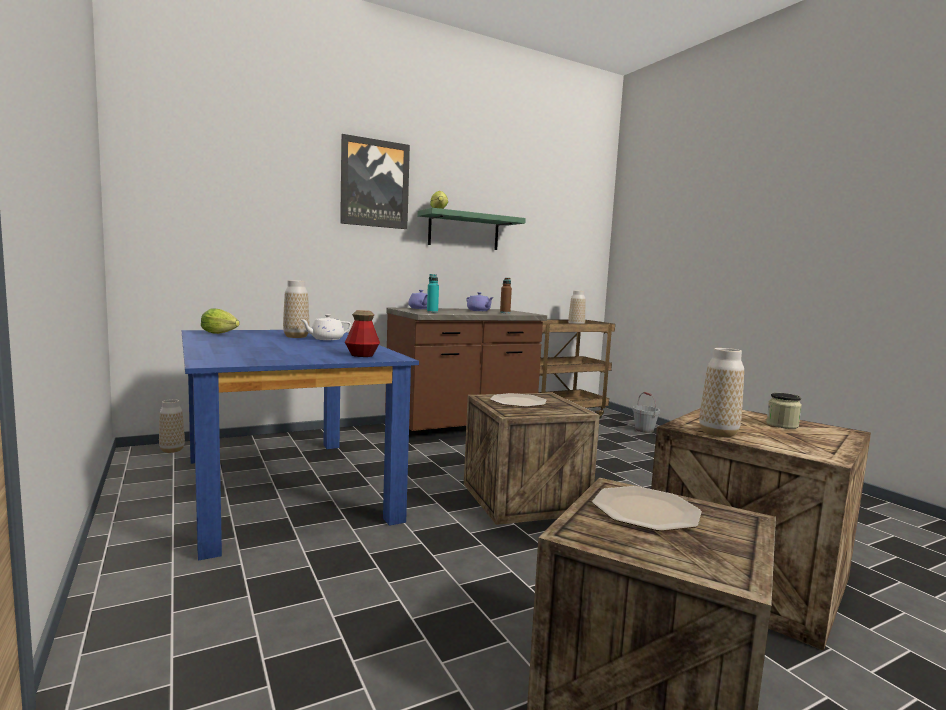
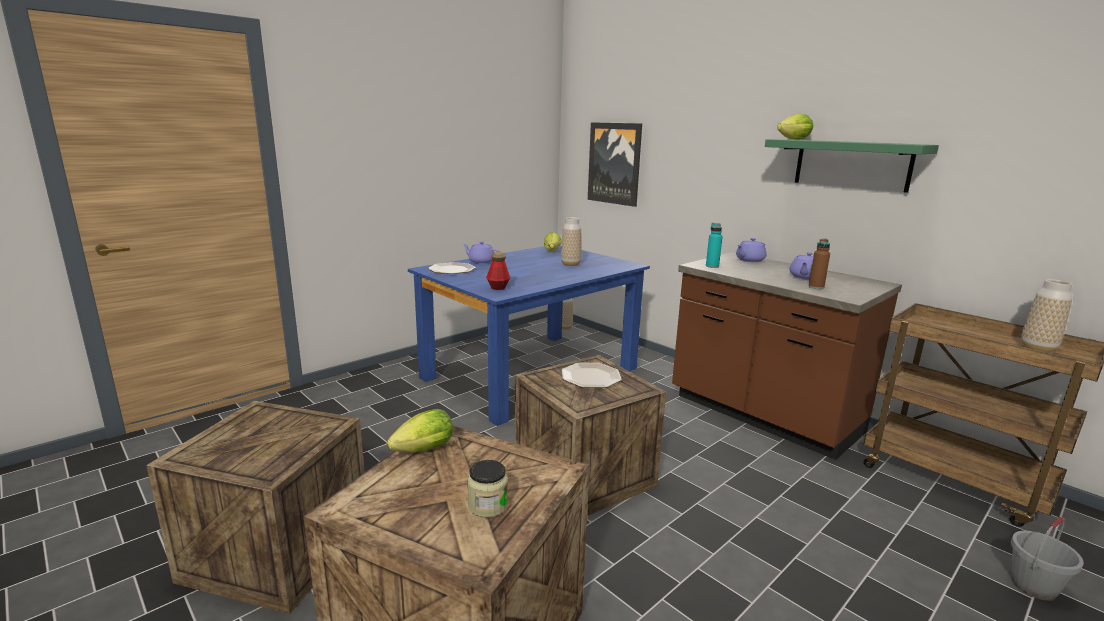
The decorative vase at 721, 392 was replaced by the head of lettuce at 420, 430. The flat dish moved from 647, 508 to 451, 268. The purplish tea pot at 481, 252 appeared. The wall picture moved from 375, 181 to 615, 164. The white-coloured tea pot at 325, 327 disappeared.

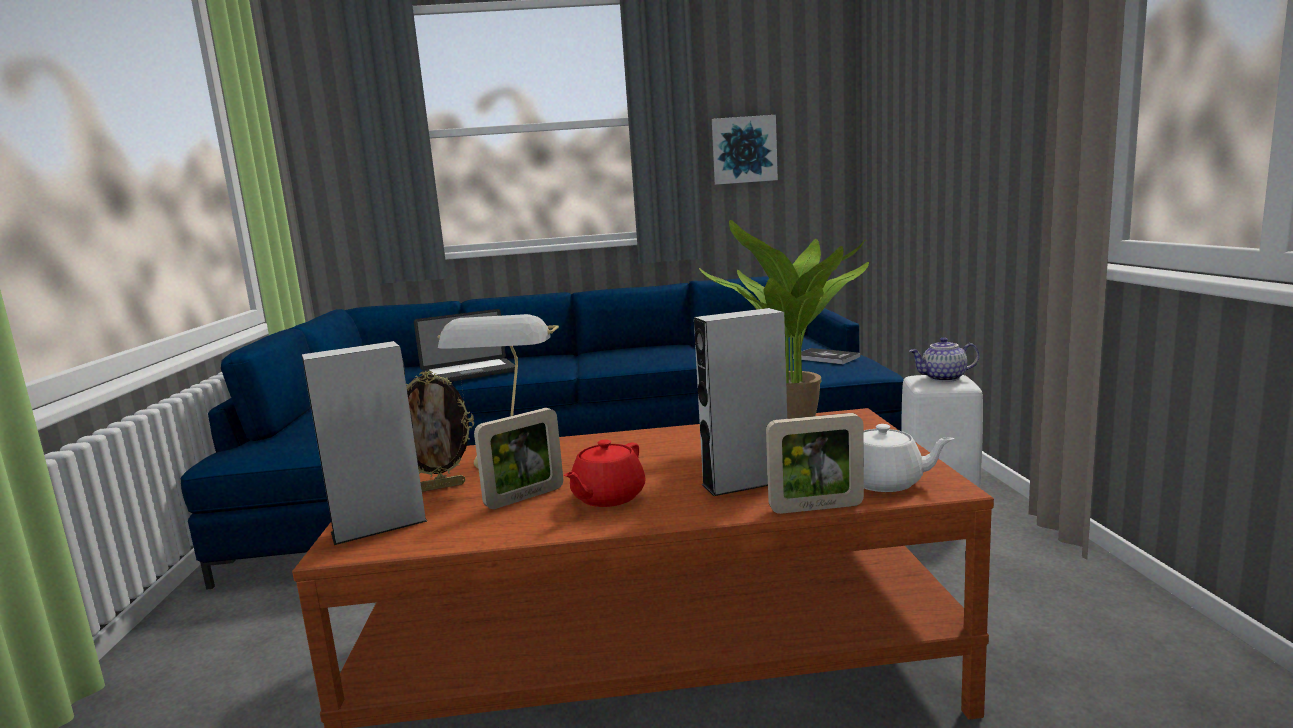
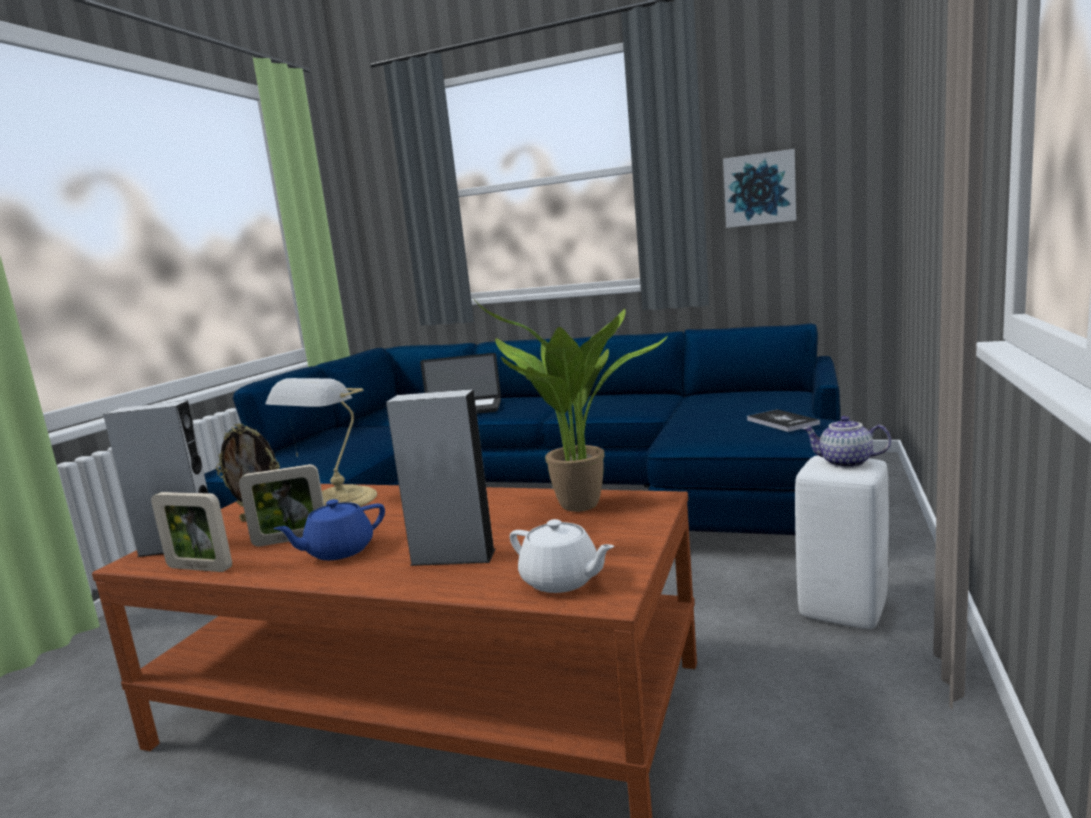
The picture frame moved from 815, 463 to 191, 532. The red tea pot at 605, 473 became the blue tea pot at 329, 529.

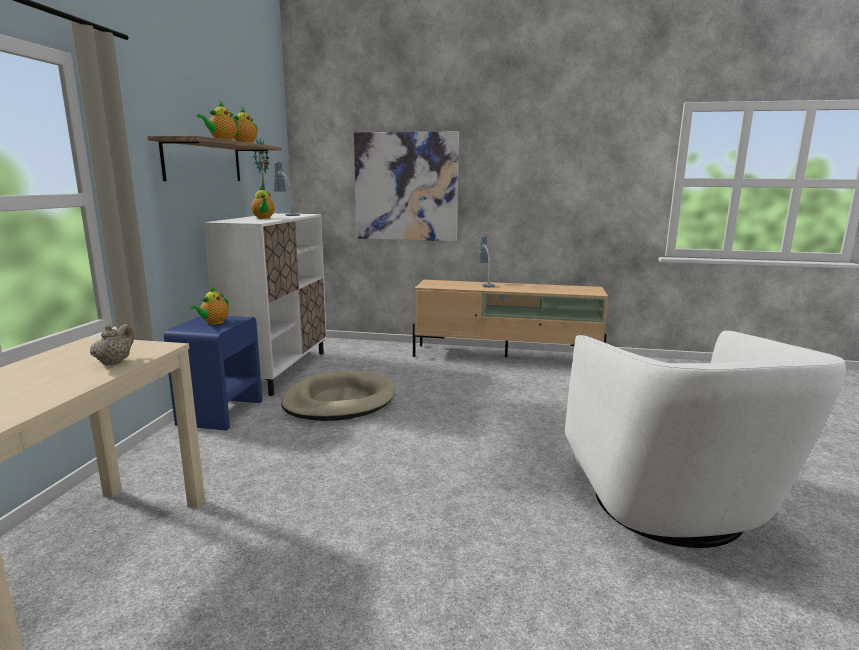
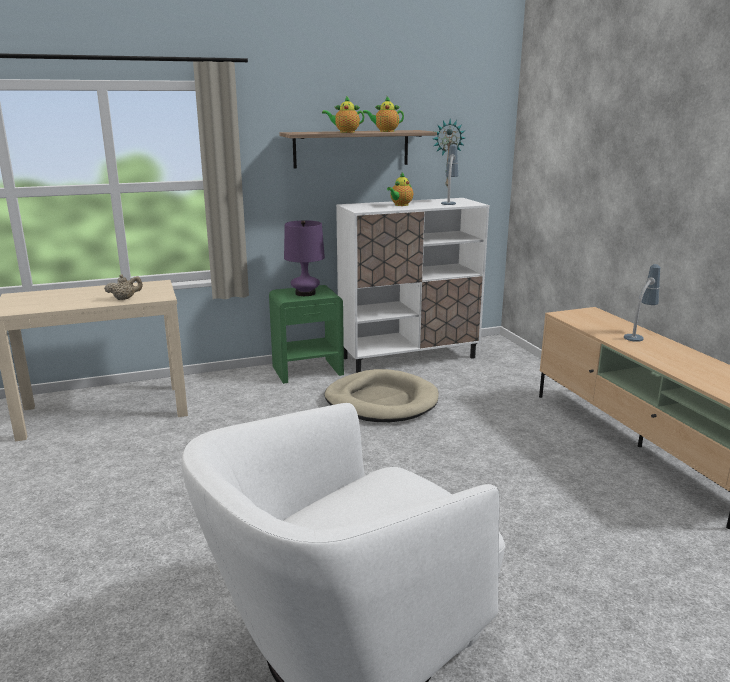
The blue nightstand at 213, 373 became the green-coloured nightstand at 306, 334. The tea pot at 209, 305 was replaced by the purplish tabletop lamp at 304, 258. The wall picture at 406, 186 disappeared.

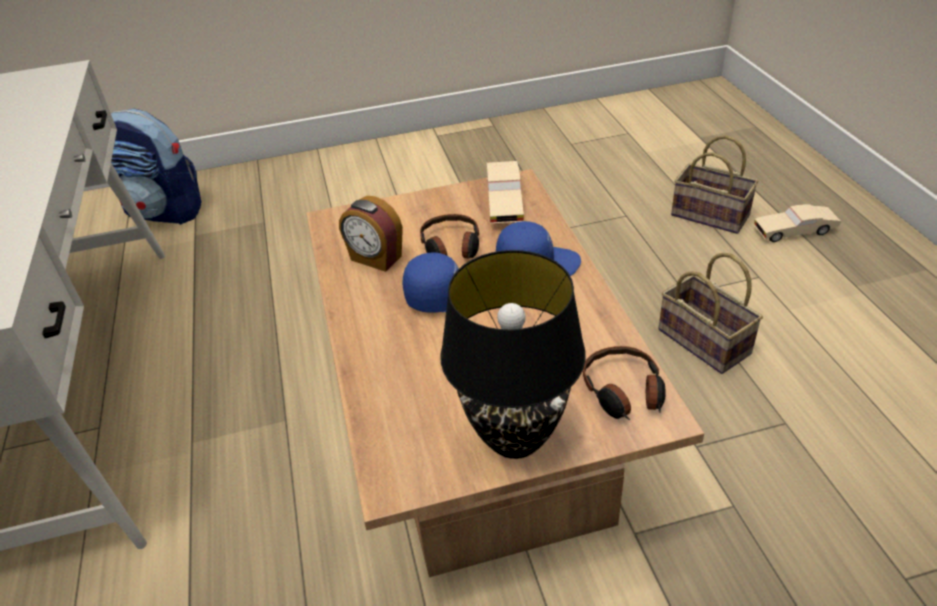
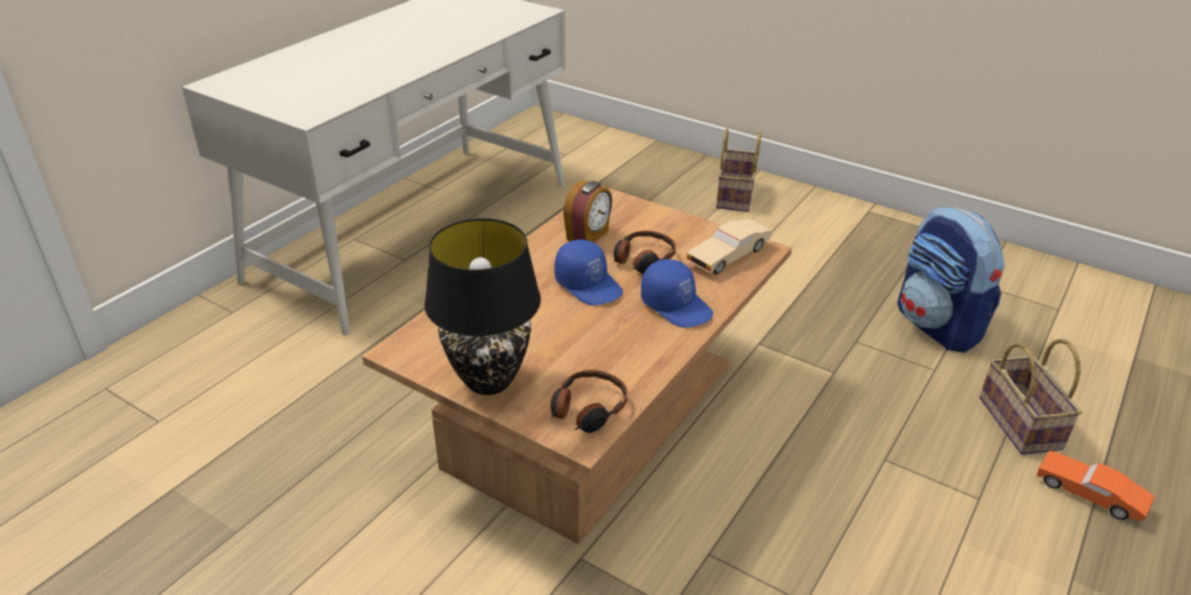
The table clock at 371, 234 turned 135 degrees counterclockwise. The basket moved from 710, 313 to 738, 170. The rucksack moved from 156, 167 to 951, 280. The sand-coloured miniature car at 797, 223 became the orange-coloured miniature car at 1095, 485.

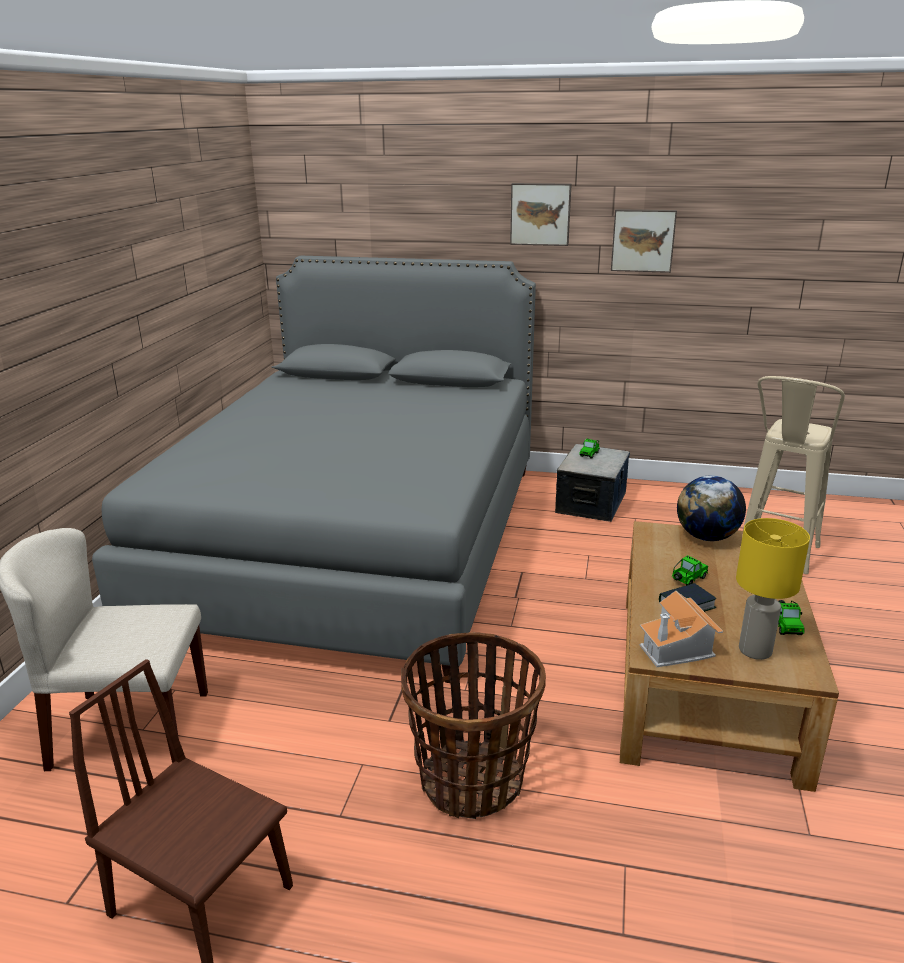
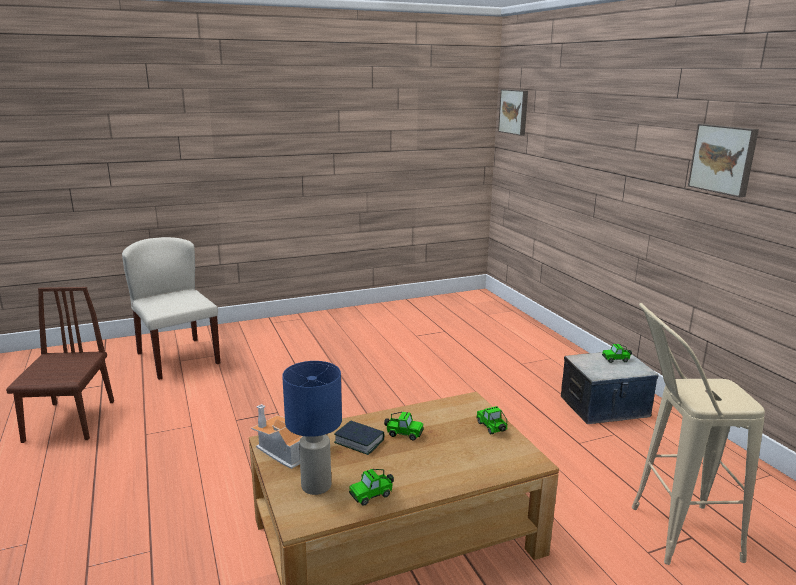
The yellowish tabletop lamp at 773, 589 became the blue tabletop lamp at 312, 428. The desk globe at 711, 508 was replaced by the miniature car at 492, 420. The wall picture moved from 541, 214 to 513, 112. The greyish bed at 314, 469 disappeared. The basket at 473, 725 disappeared.

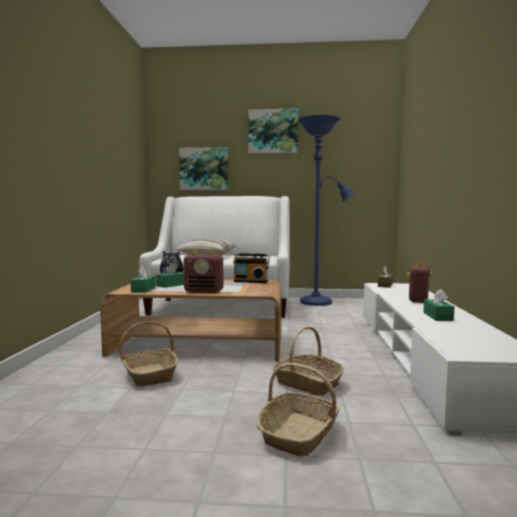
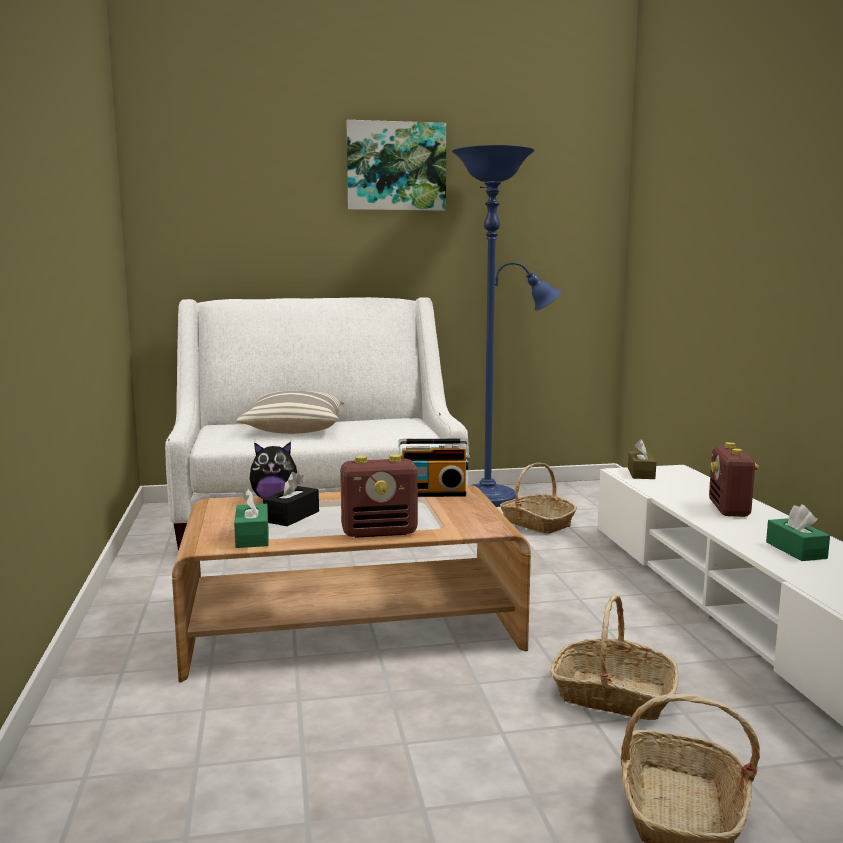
The green-coloured box of tissues at 170, 275 became the black-coloured box of tissues at 291, 499. The basket moved from 148, 354 to 538, 498. The wall picture at 203, 168 disappeared.

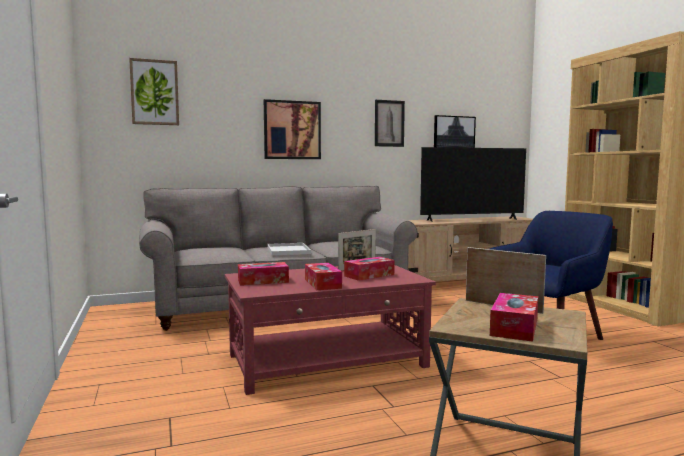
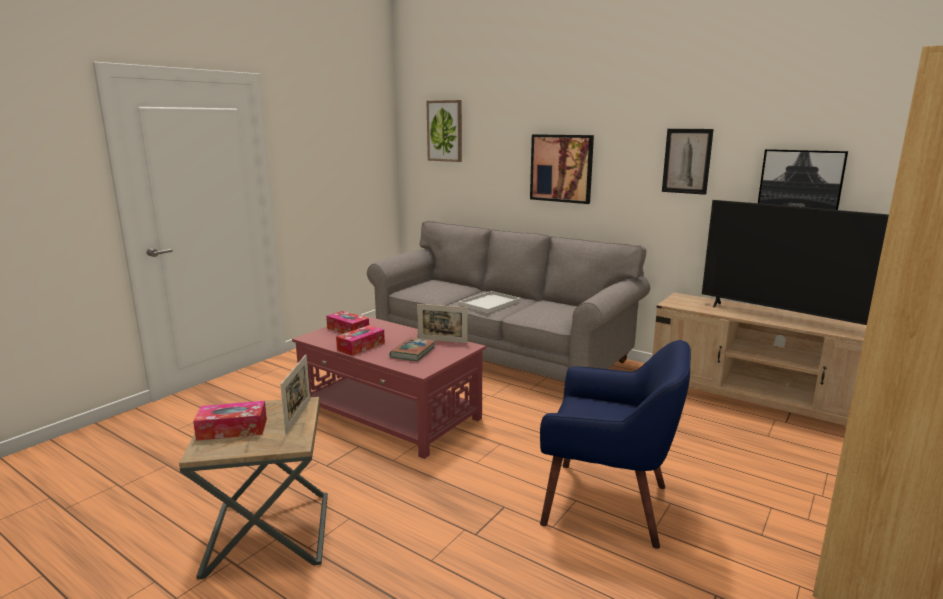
The box of tissues at 369, 269 was replaced by the book at 412, 349.

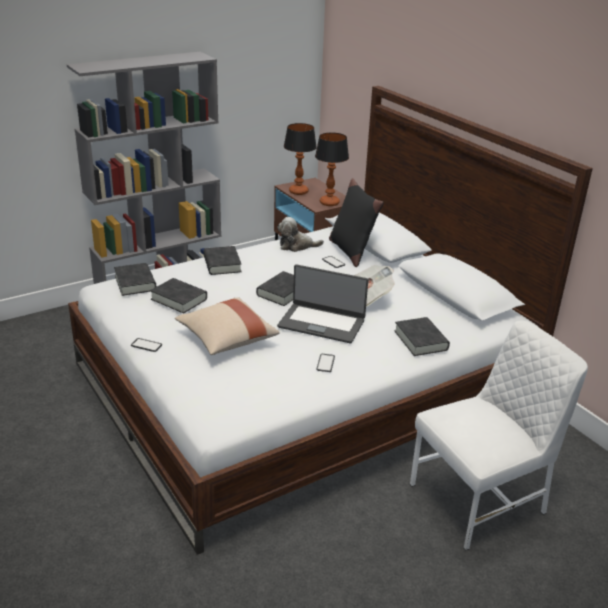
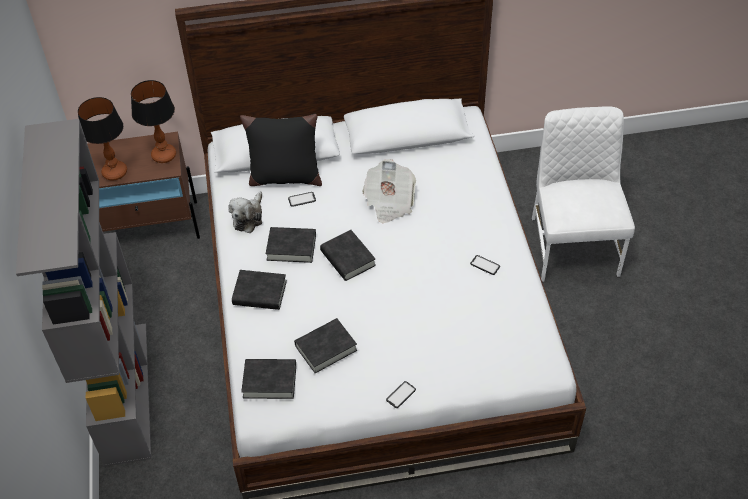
The black-coloured book moved from 422, 336 to 291, 245. The sand-coloured cushion at 227, 326 disappeared. The laptop at 322, 303 disappeared.

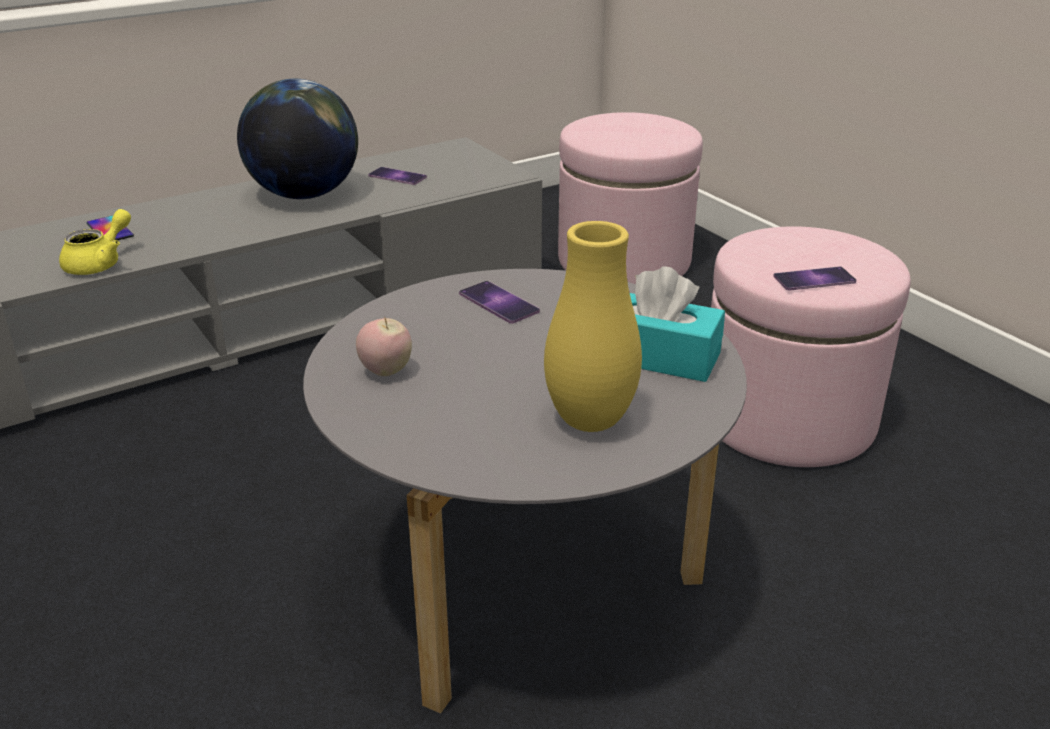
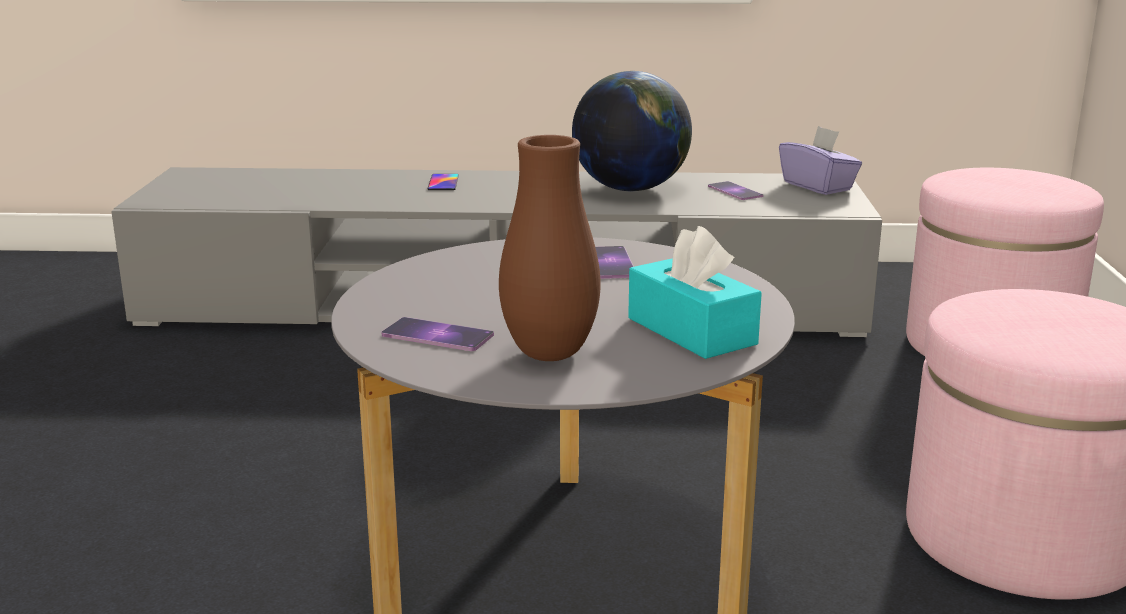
The phone moved from 814, 278 to 438, 334. The yellowish decorative vase at 593, 326 became the brown decorative vase at 550, 248. The purplish box of tissues at 820, 160 appeared. The yellowish tea pot at 95, 242 disappeared. The apple at 384, 347 disappeared.

